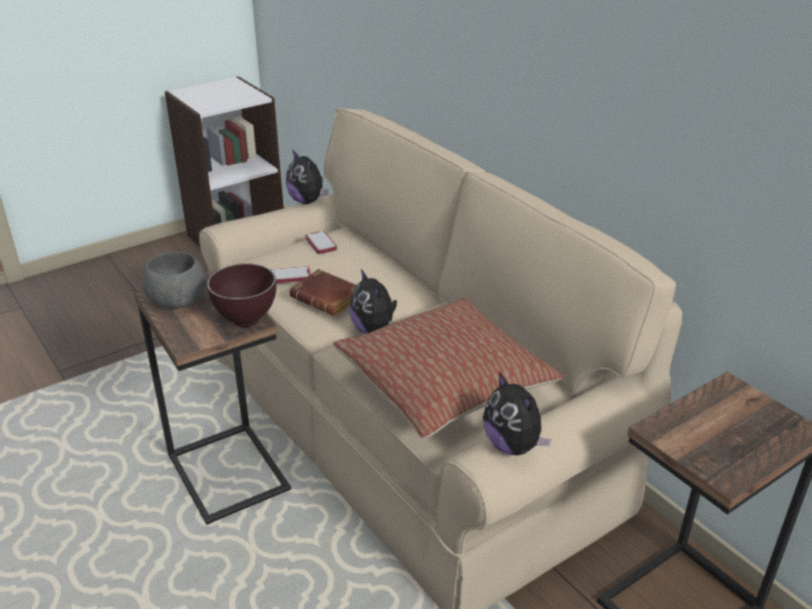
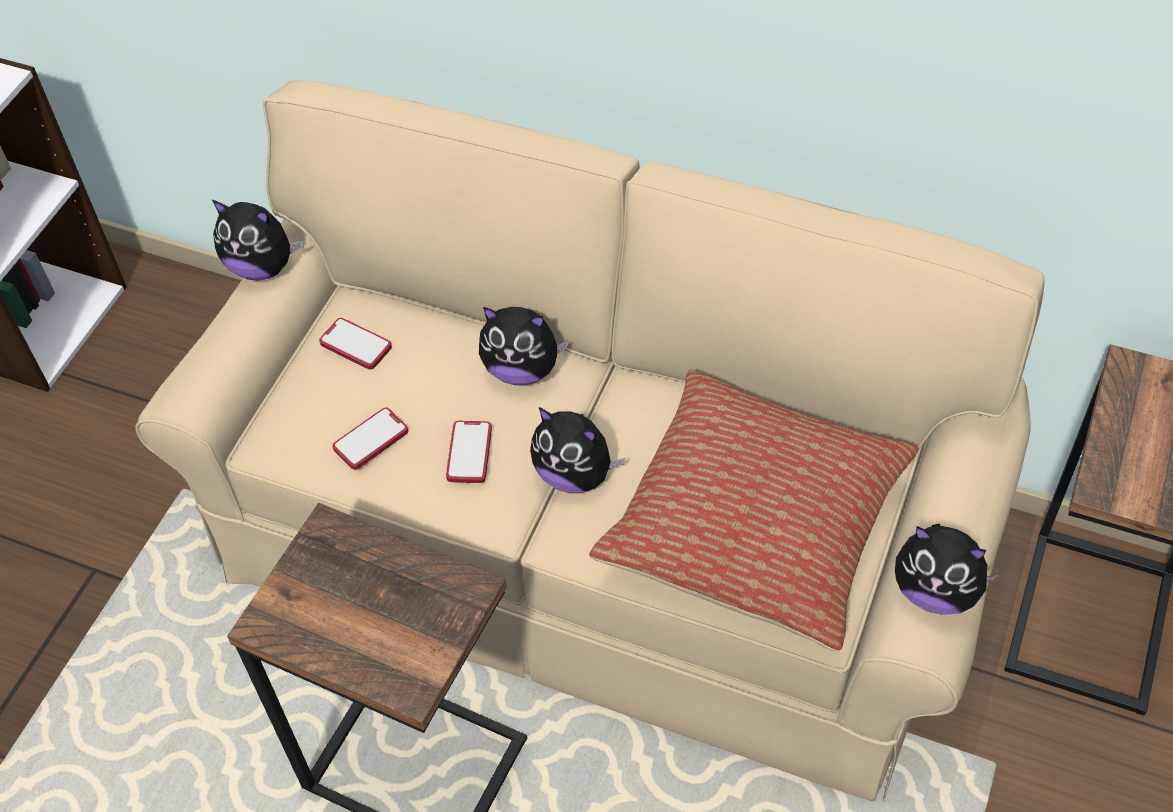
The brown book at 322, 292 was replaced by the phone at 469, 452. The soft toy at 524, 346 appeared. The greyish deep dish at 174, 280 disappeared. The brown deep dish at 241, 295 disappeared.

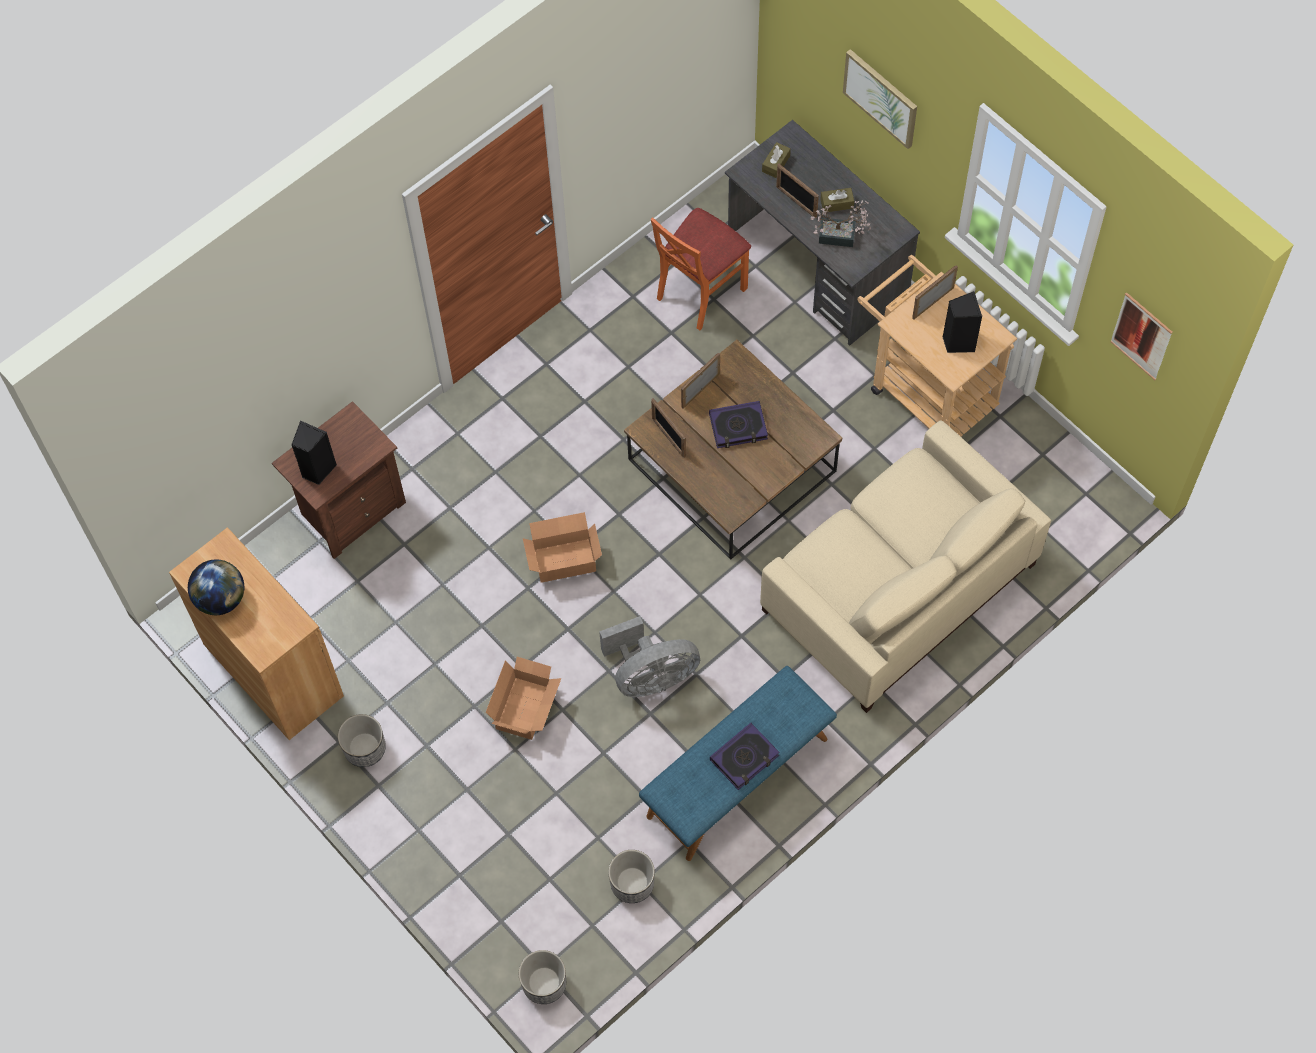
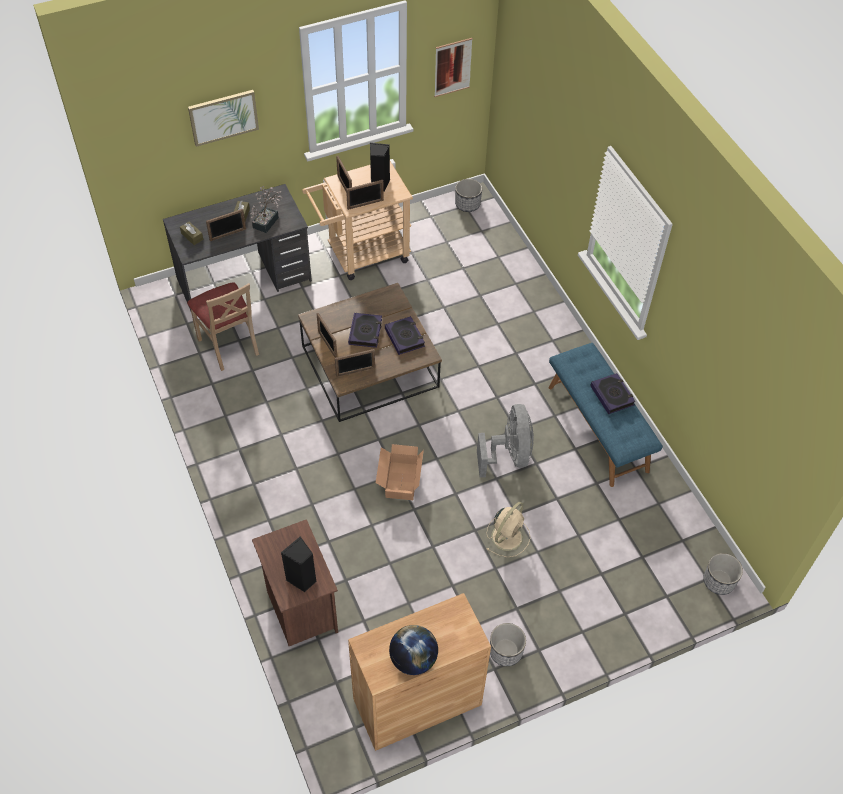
The orange-coloured chair at 701, 269 became the sand-coloured chair at 223, 326. The picture frame at 365, 195 appeared. The book at 405, 335 appeared. The flower pot moved from 631, 876 to 468, 195. The cardboard box at 523, 698 was replaced by the sand-coloured electric fan at 508, 529. The sand-coloured sofa at 905, 566 disappeared.

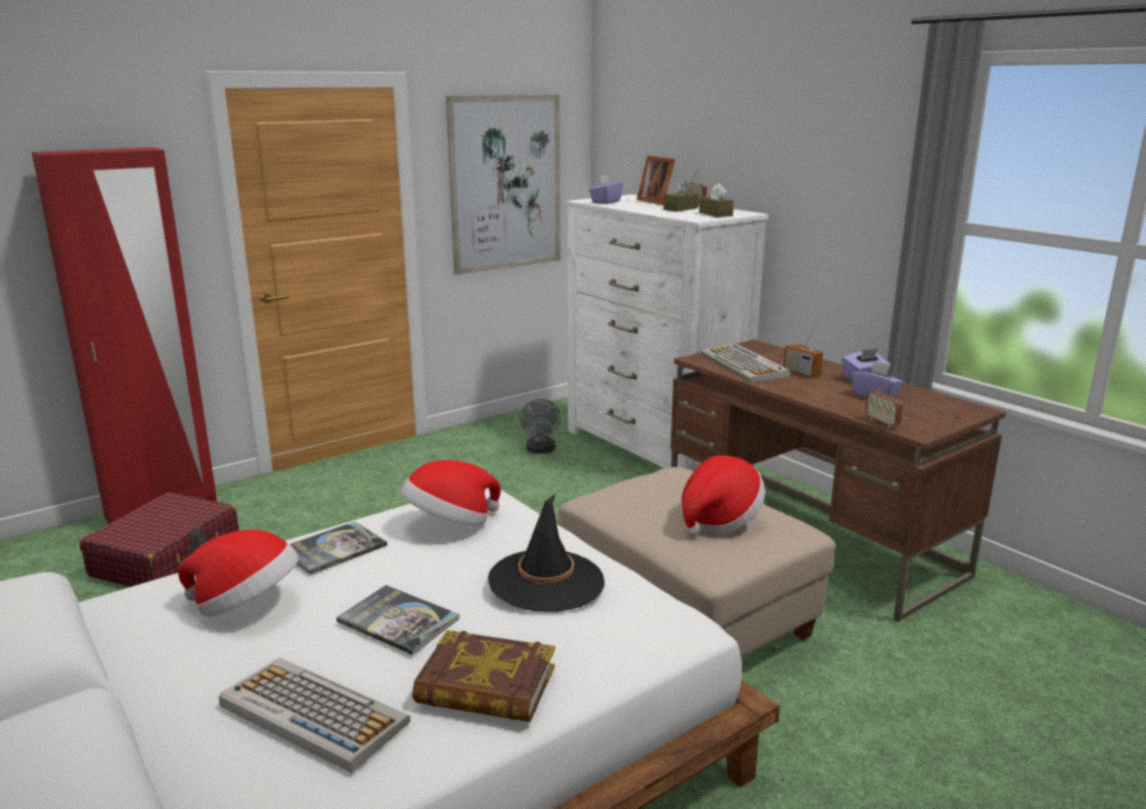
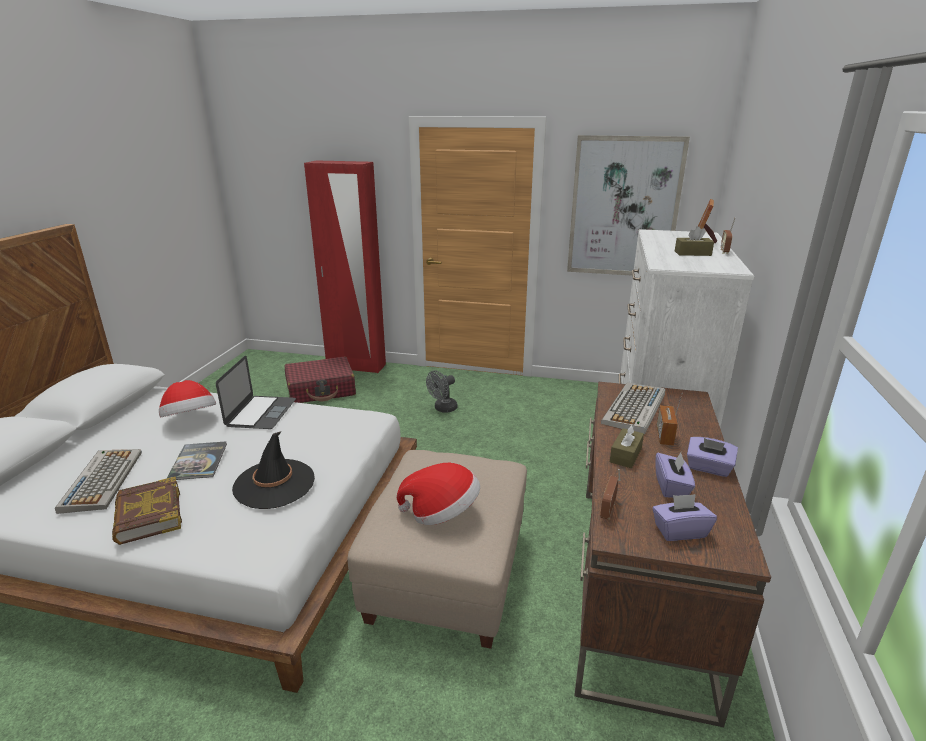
The book at 338, 548 was replaced by the laptop at 256, 392. The greyish electric fan moved from 540, 426 to 442, 392. The brown box of tissues moved from 716, 200 to 627, 446. The purplish box of tissues moved from 606, 189 to 684, 517. The clothing hat at 451, 492 disappeared.

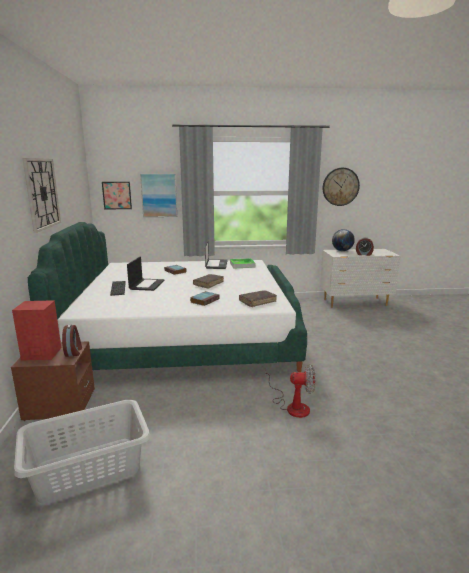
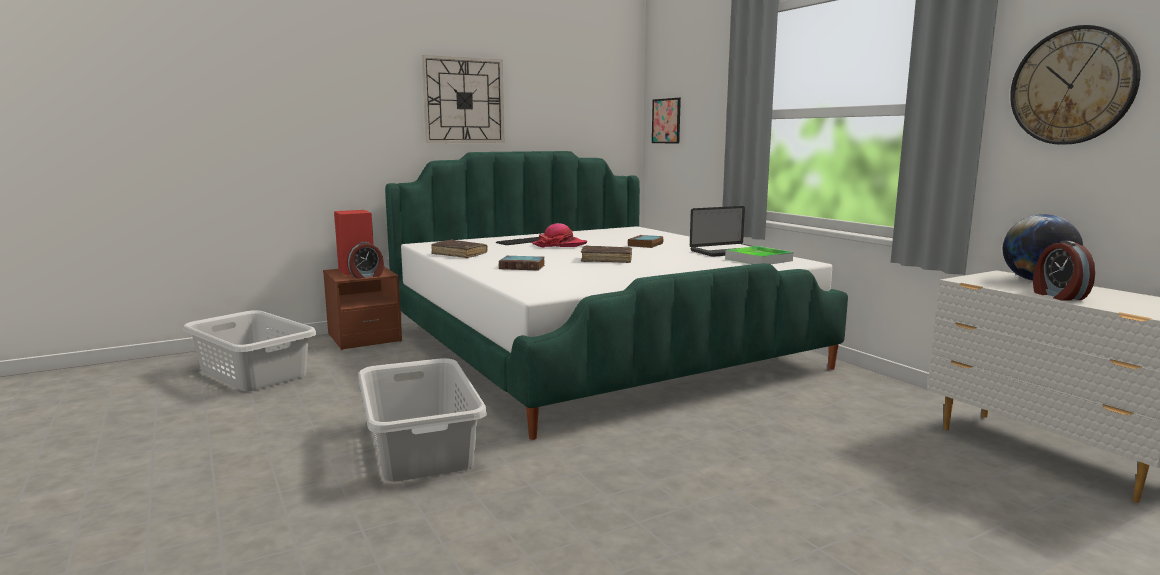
The electric fan at 290, 391 was replaced by the greyish washing basket at 422, 420. The brown book moved from 258, 298 to 459, 249. The laptop at 146, 273 was replaced by the clothing hat at 559, 235. The wall picture at 158, 195 disappeared.

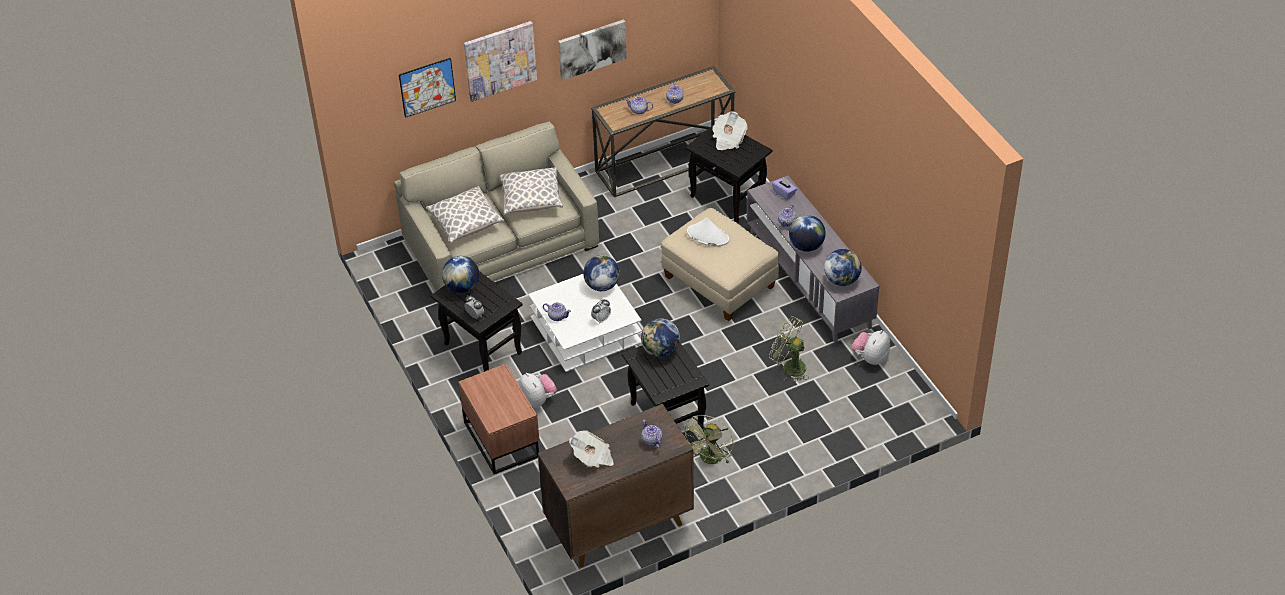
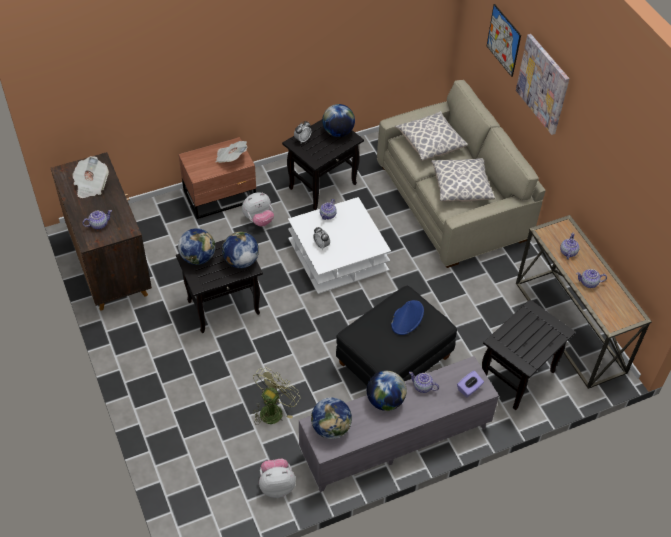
The desk globe moved from 601, 273 to 196, 246. The newspaper moved from 730, 130 to 231, 152. The soft toy at 871, 347 turned 45 degrees counterclockwise. The sand-coloured footrest at 720, 264 became the black-coloured footrest at 396, 335. The white-coloured clothing hat at 708, 232 became the blue clothing hat at 407, 317. The wall picture at 592, 49 disappeared. The green-coloured electric fan at 708, 439 disappeared.

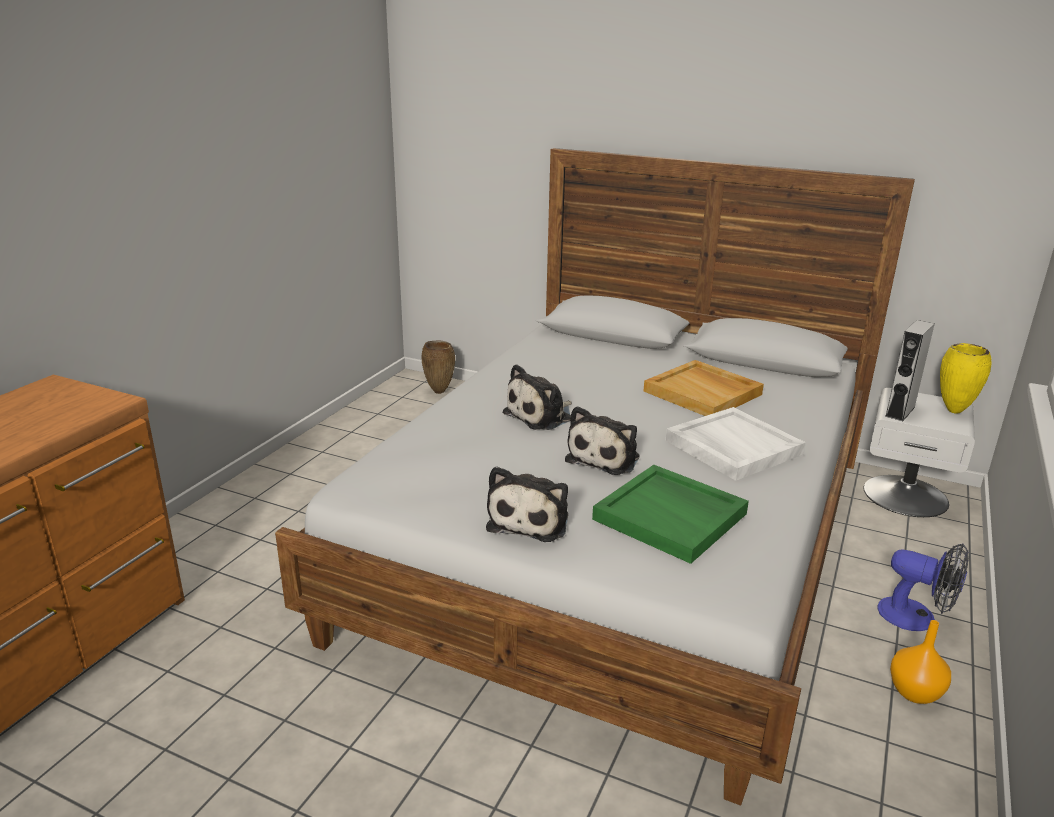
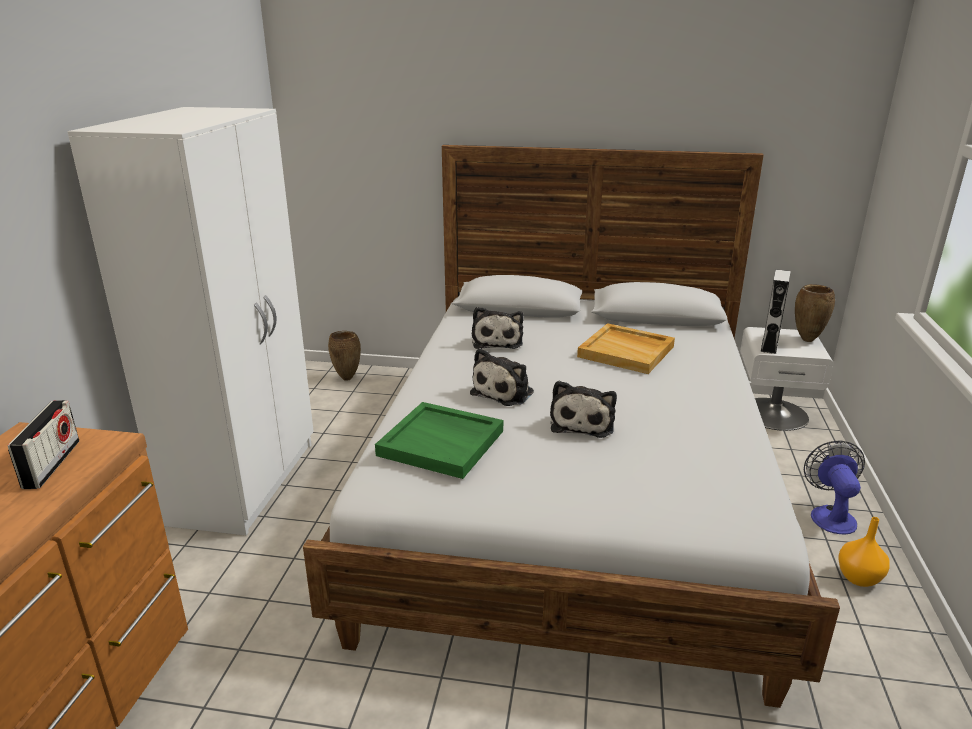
The radio receiver at 43, 444 appeared. The white-coloured clothes cupboard at 190, 321 appeared. The green-coloured carrying tray moved from 670, 514 to 439, 440. The soft toy moved from 527, 504 to 498, 328. The yellowish decorative vase at 966, 378 became the brown decorative vase at 815, 313. The electric fan at 923, 587 turned 105 degrees counterclockwise. The white-coloured carrying tray at 736, 444 disappeared.

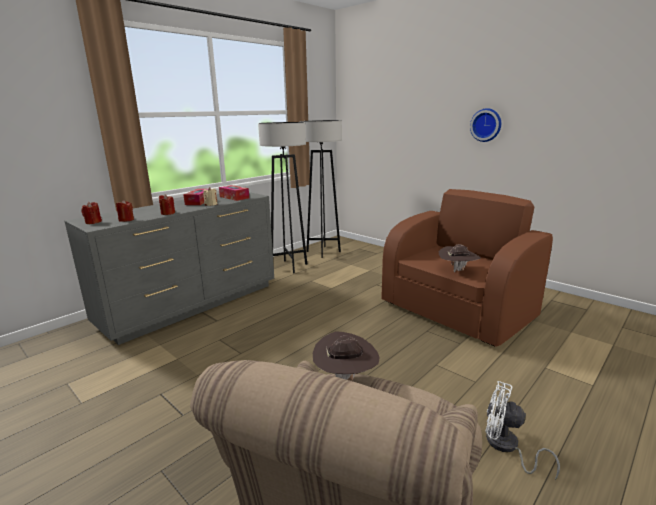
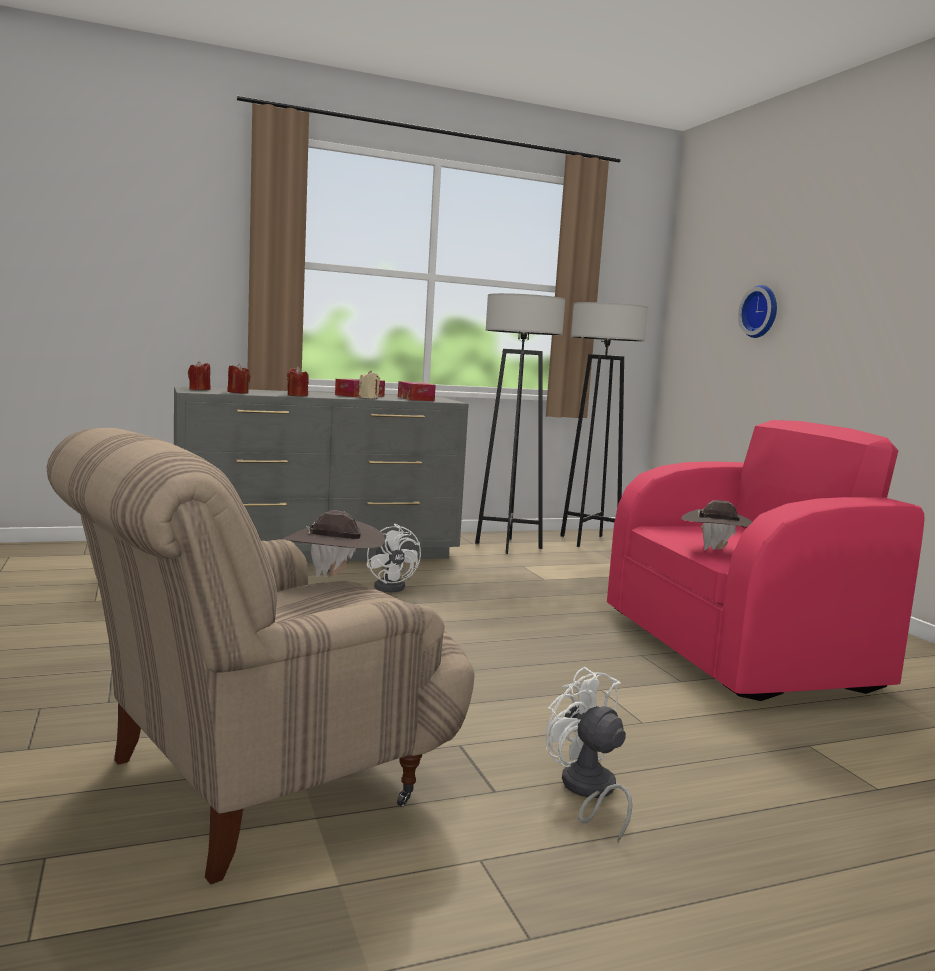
The white-coloured electric fan at 394, 558 appeared. The brown easy chair at 467, 267 became the pink-coloured easy chair at 766, 560. The wall clock moved from 485, 125 to 757, 311.

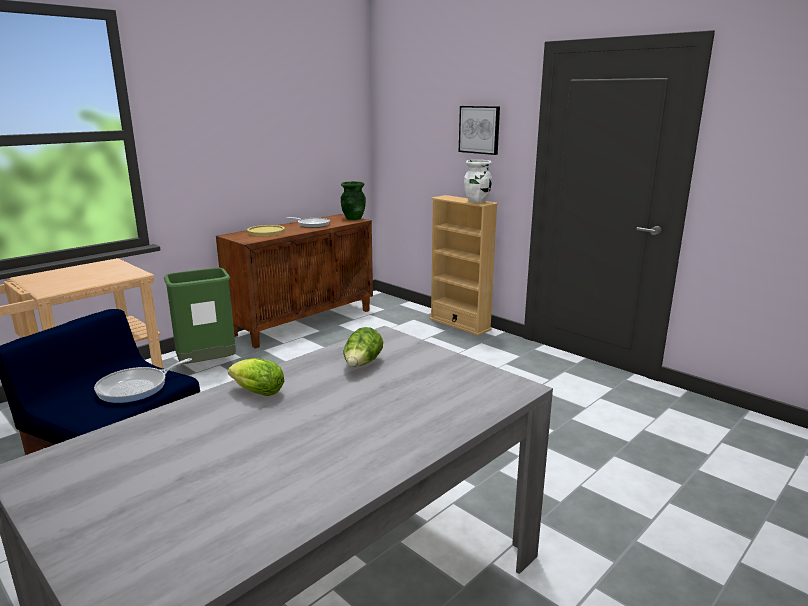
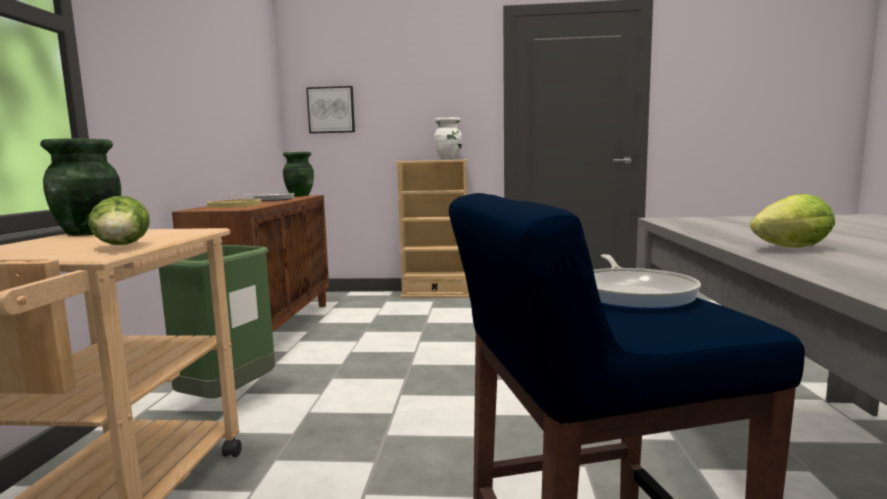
The green-coloured decorative vase at 80, 187 appeared. The head of lettuce moved from 363, 347 to 119, 220. The wall picture moved from 479, 130 to 330, 110.

